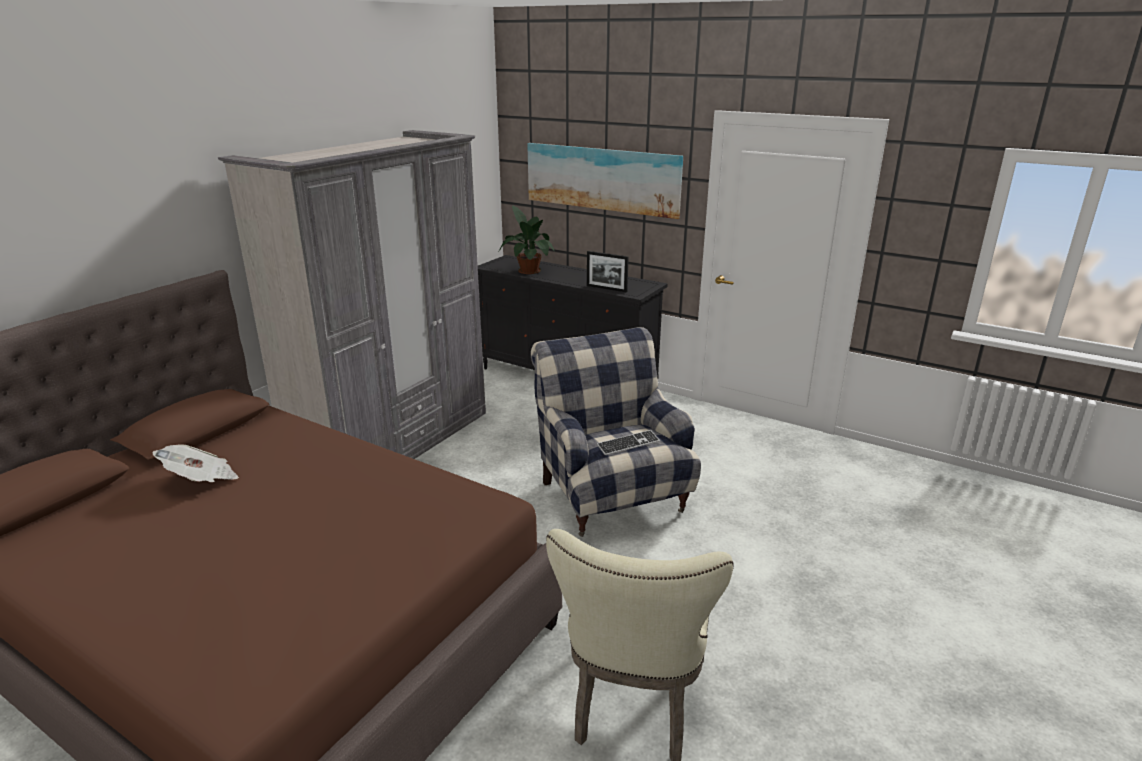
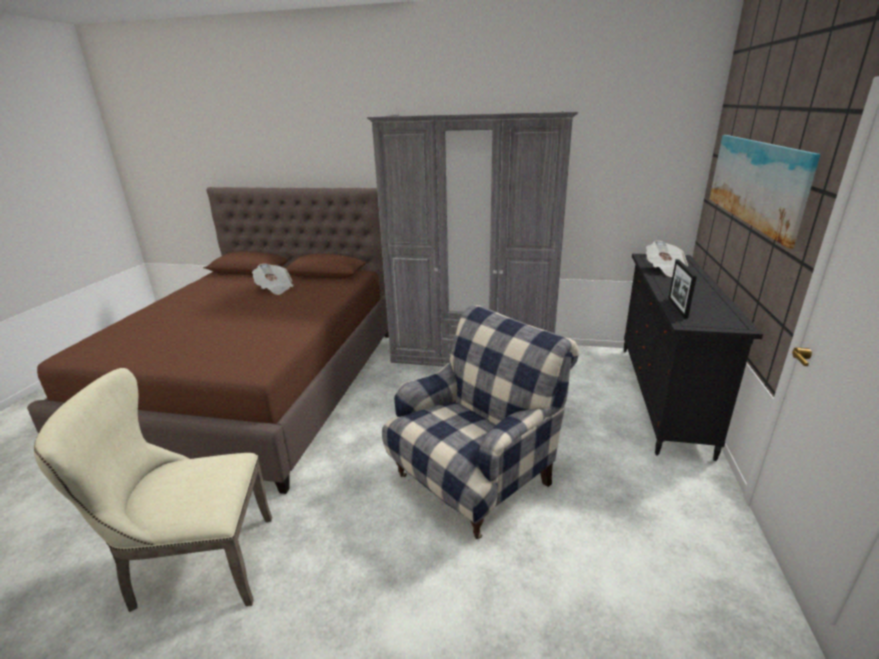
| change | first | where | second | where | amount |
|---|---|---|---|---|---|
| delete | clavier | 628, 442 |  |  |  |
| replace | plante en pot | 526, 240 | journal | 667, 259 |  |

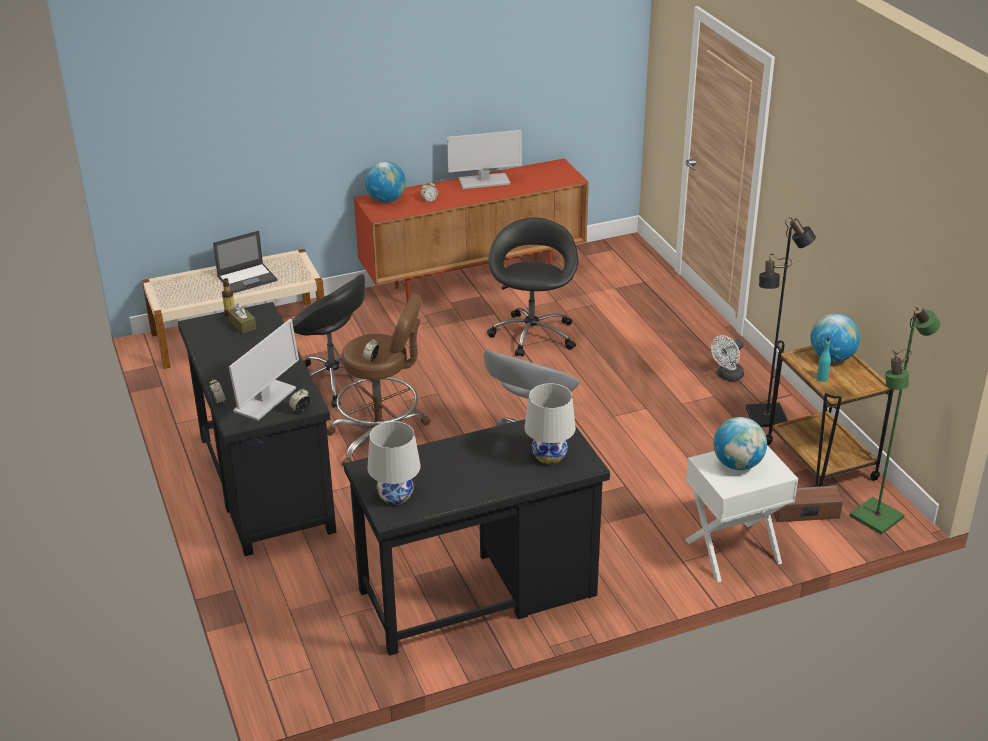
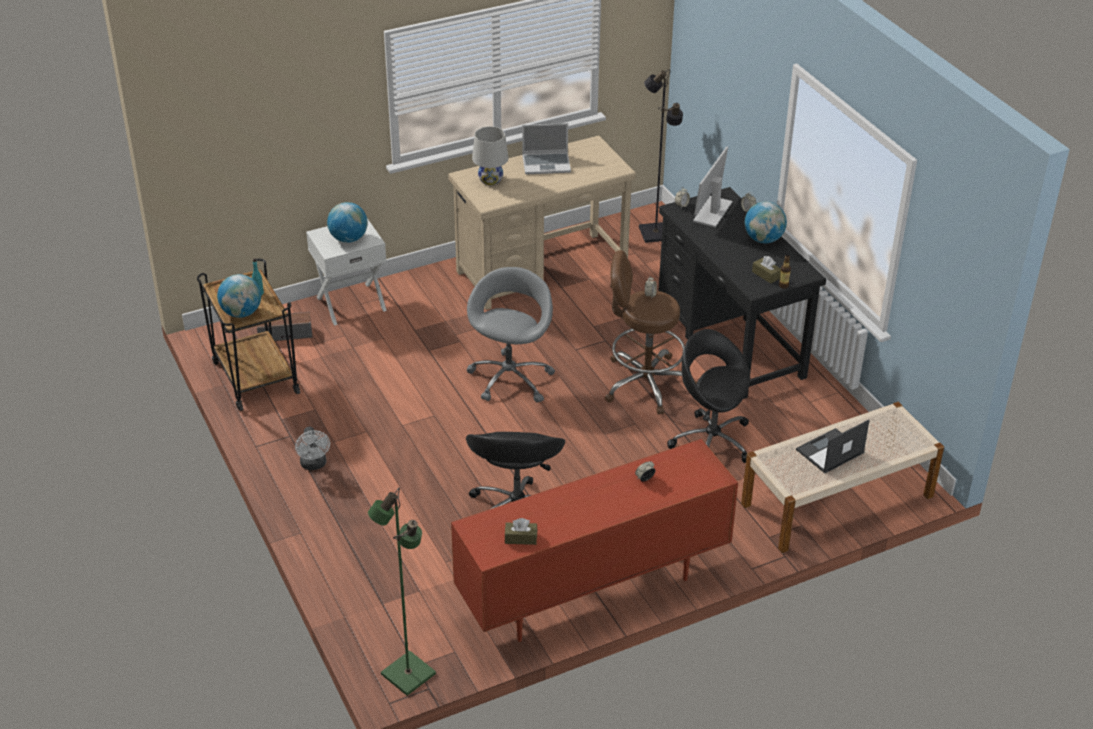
| change | first | where | second | where | amount |
|---|---|---|---|---|---|
| delete | lampe de table (blanc) | 394, 463 |  |  |  |
| delete | écran d'ordinateur | 484, 159 |  |  |  |
| insert |  |  | boîte à mouchoirs (marron) | 521, 531 |  |
| insert |  |  | ordinateur portable | 546, 148 |  |
| move | globe | 385, 182 |  | 766, 222 |  |
| move | lampadaire (noir) | 781, 322 |  | 661, 156 |  |
| move | lampadaire (vert) | 895, 420 |  | 402, 592 |  |
| recolor | bureau (noir) | 477, 537 | bureau (beige) | 542, 223 |  |
| rotate | ventilateur (blanc) | 727, 358 |  | 312, 448 | 120 degrees clockwise |

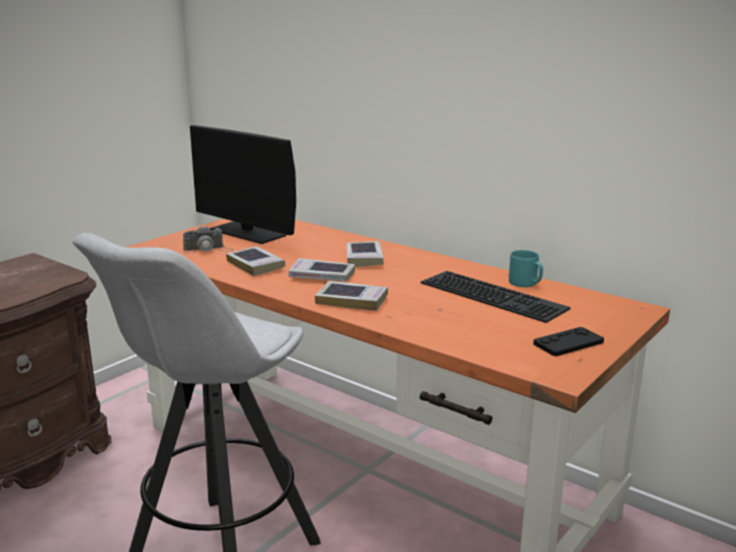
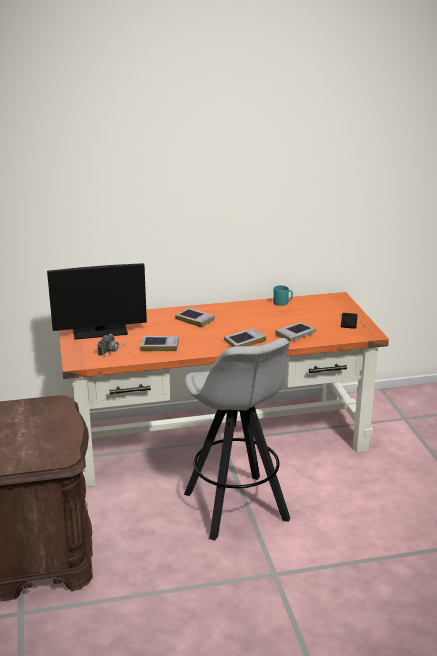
| change | first | where | second | where | amount |
|---|---|---|---|---|---|
| delete | clavier | 496, 297 |  |  |  |
| move | livre | 322, 270 |  | 295, 332 |  |

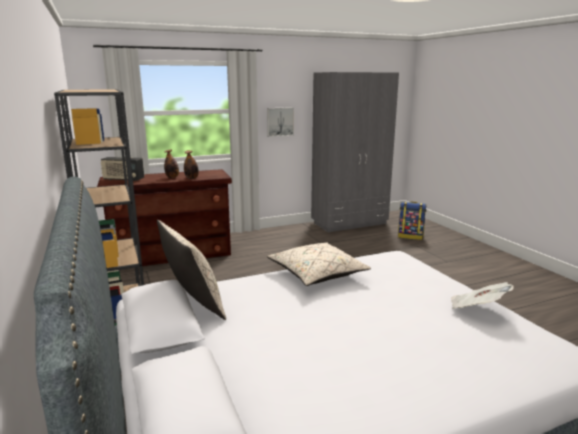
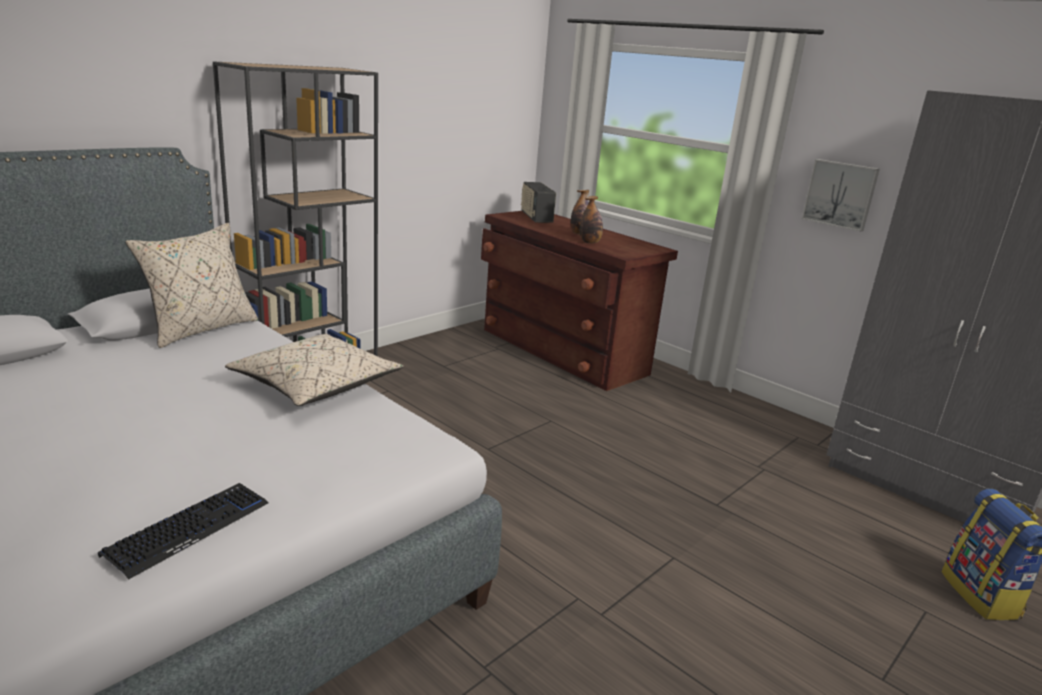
| change | first | where | second | where | amount |
|---|---|---|---|---|---|
| replace | journal | 482, 295 | clavier | 183, 531 |  |

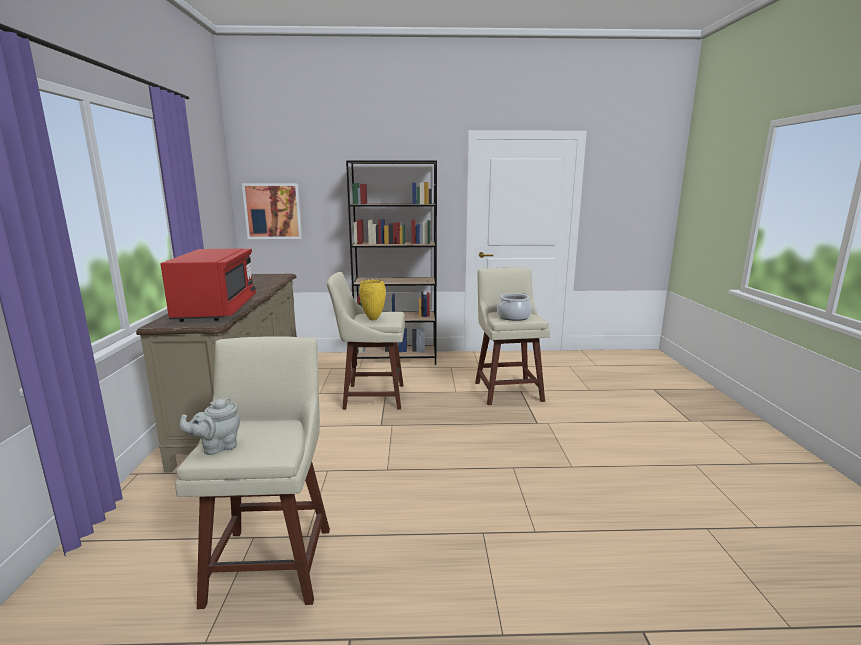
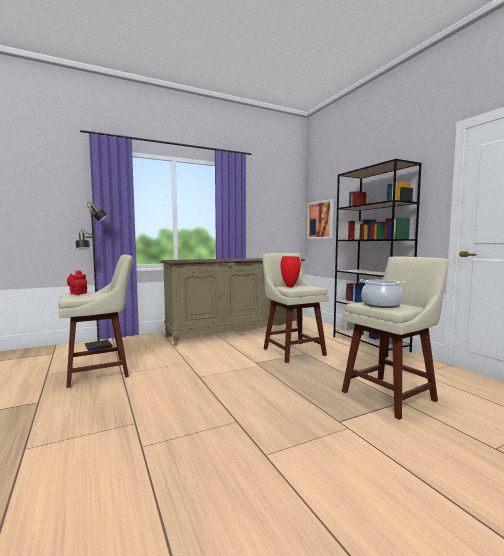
| change | first | where | second | where | amount |
|---|---|---|---|---|---|
| delete | micro-ondes (rouge) | 208, 285 |  |  |  |
| insert |  |  | lampadaire (noir) | 94, 276 |  |
| recolor | théière (gris) | 209, 426 | théière (rouge) | 77, 282 |  |
| recolor | vase (jaune) | 372, 300 | vase (rouge) | 290, 271 |  |

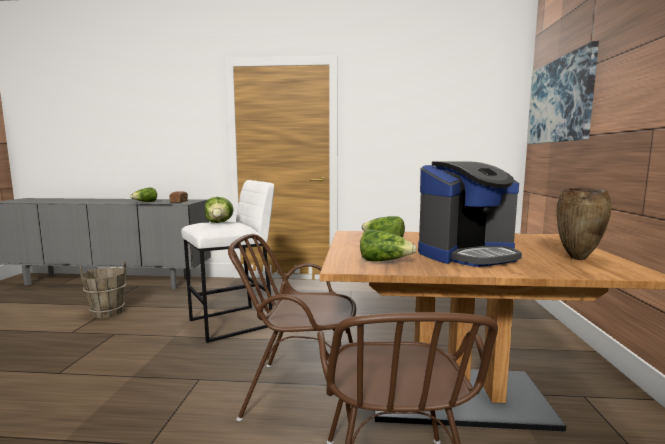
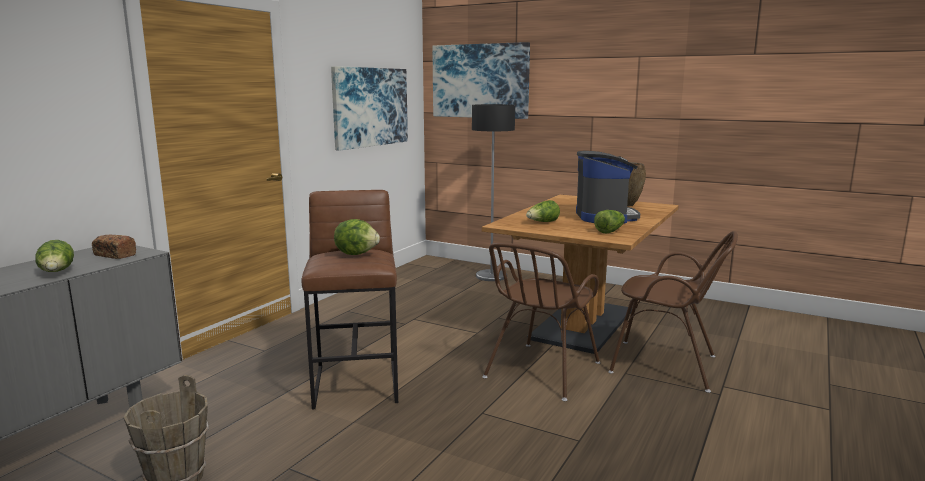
| change | first | where | second | where | amount |
|---|---|---|---|---|---|
| insert |  |  | tableau | 369, 108 |  |
| insert |  |  | lampadaire | 493, 192 |  |
| recolor | tabouret (blanc) | 227, 261 | tabouret (marron) | 349, 300 |  |

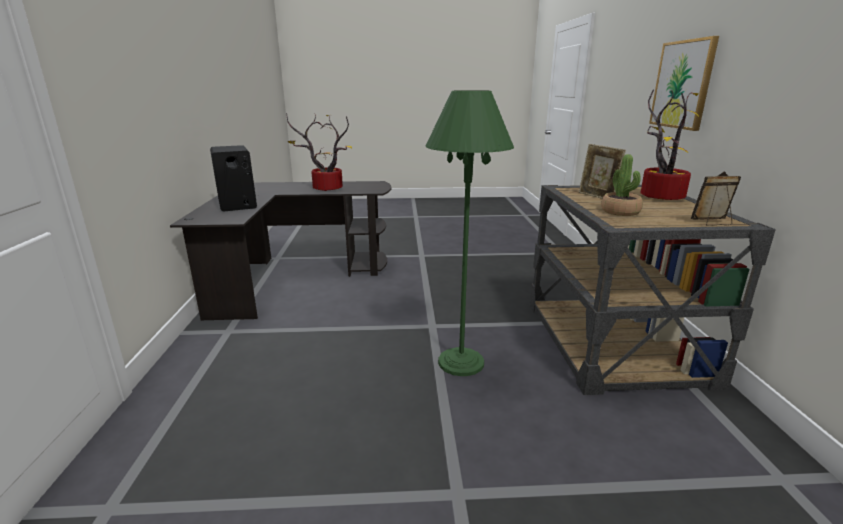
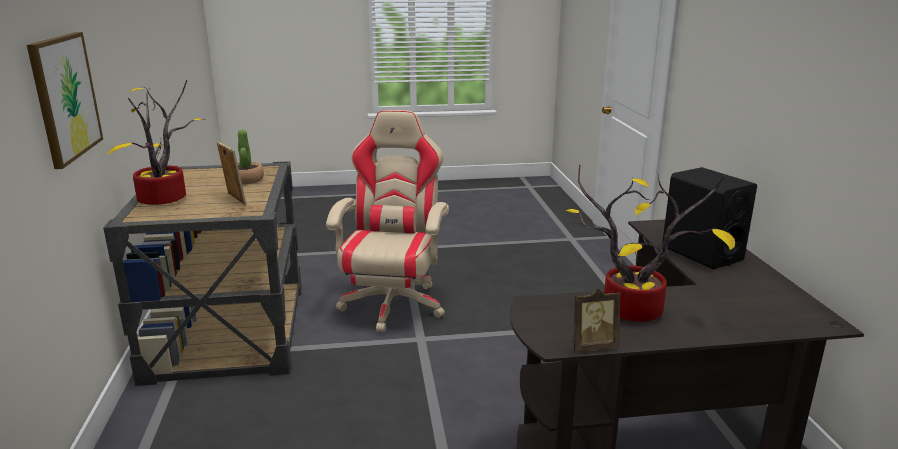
| change | first | where | second | where | amount |
|---|---|---|---|---|---|
| move | cadre photo | 716, 198 |  | 596, 320 |  |
| replace | lampadaire (vert) | 470, 233 | chaise de bureau (beige) | 387, 221 |  |

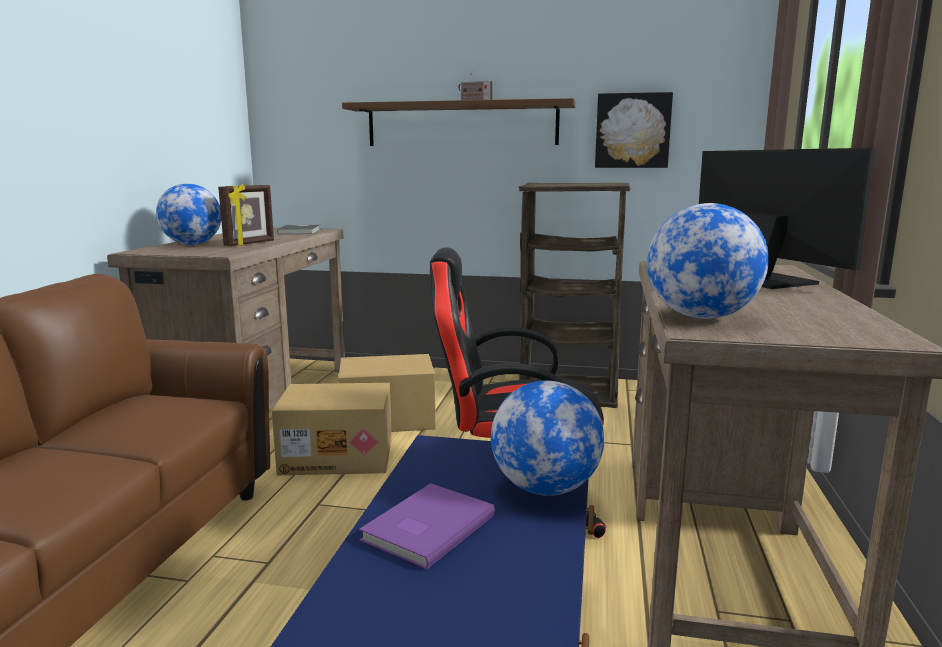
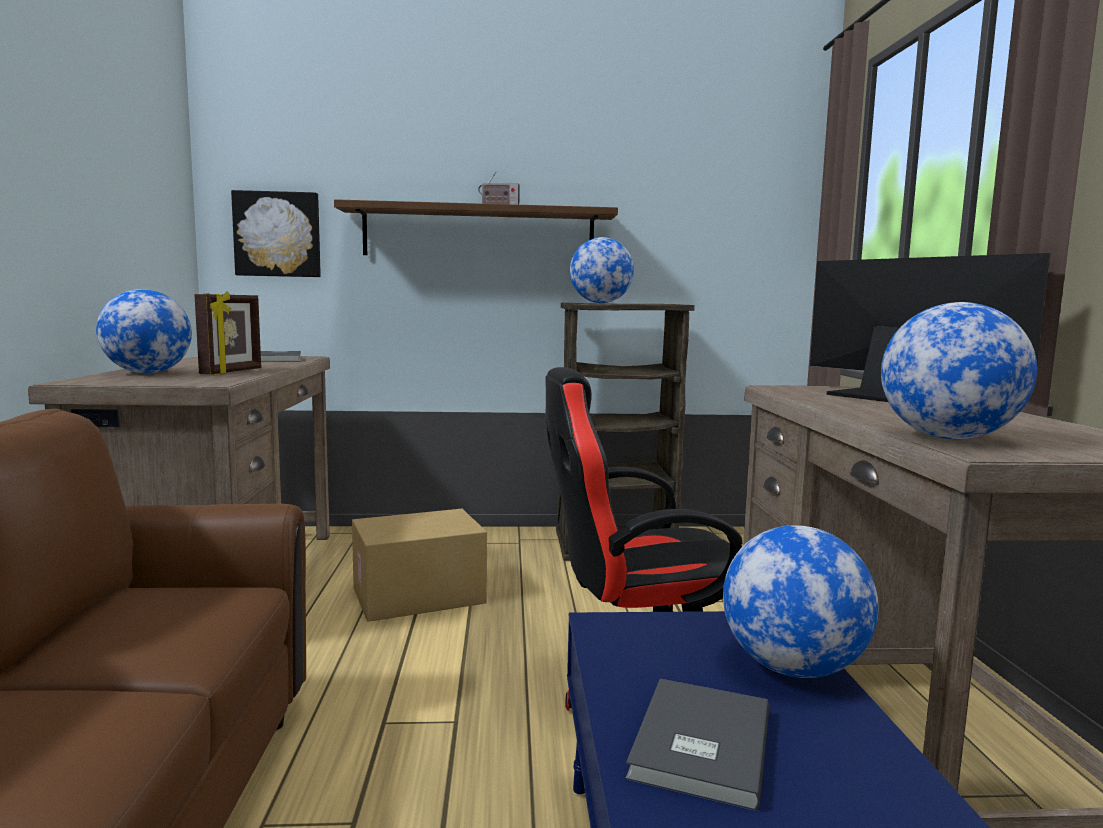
| change | first | where | second | where | amount |
|---|---|---|---|---|---|
| delete | carton | 332, 429 |  |  |  |
| insert |  |  | globe | 602, 270 |  |
| move | tableau | 634, 130 |  | 276, 233 |  |
| recolor | livre (violet) | 427, 526 | livre (gris) | 698, 745 |  |

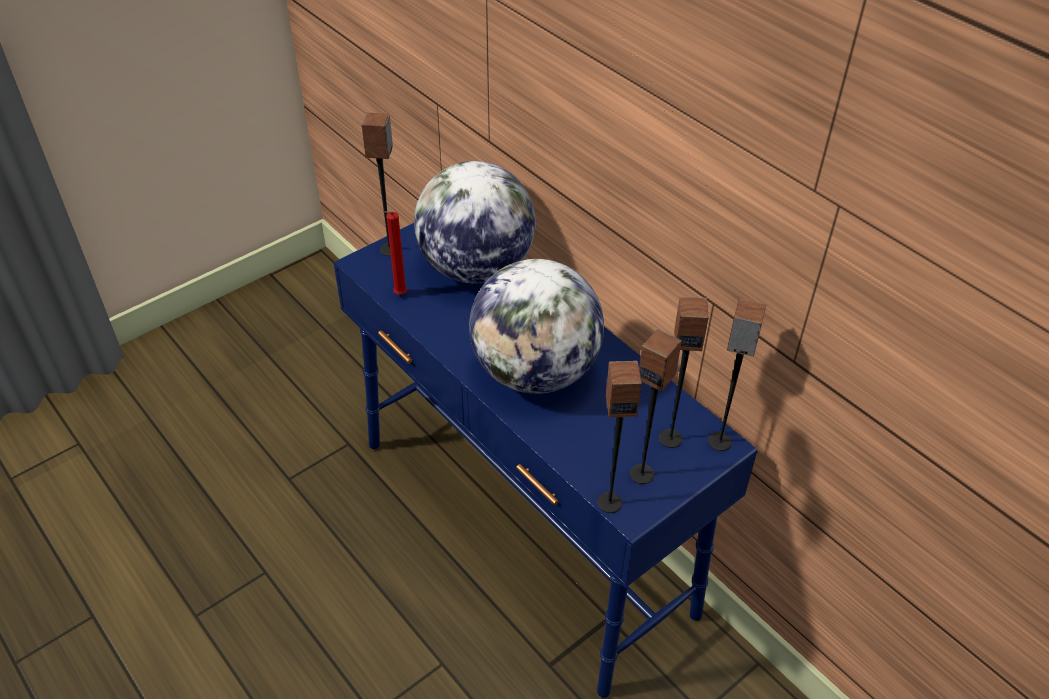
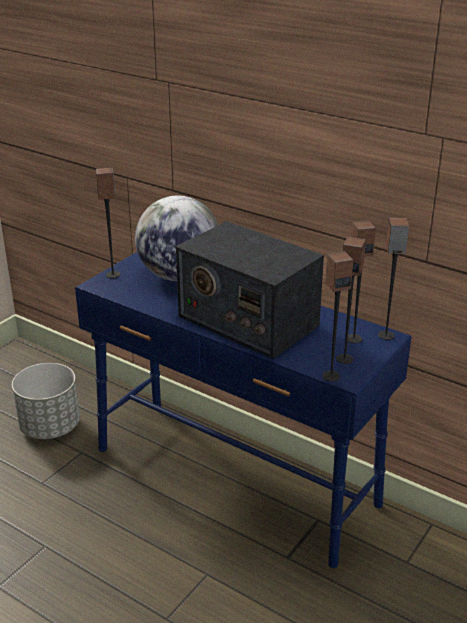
| change | first | where | second | where | amount |
|---|---|---|---|---|---|
| delete | bougie (rouge) | 395, 253 |  |  |  |
| insert |  |  | cache-pot (gris) | 46, 401 |  |
| replace | globe | 536, 326 | radio | 250, 290 |  |

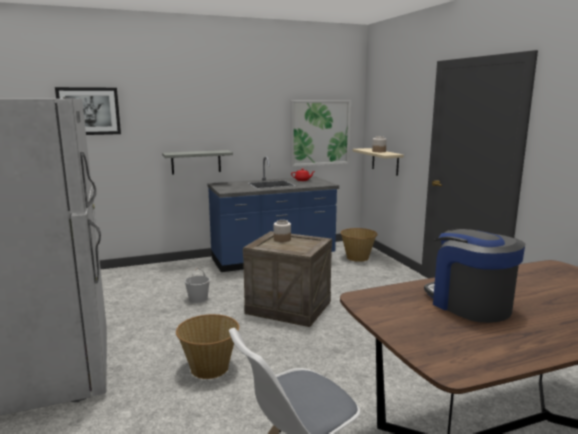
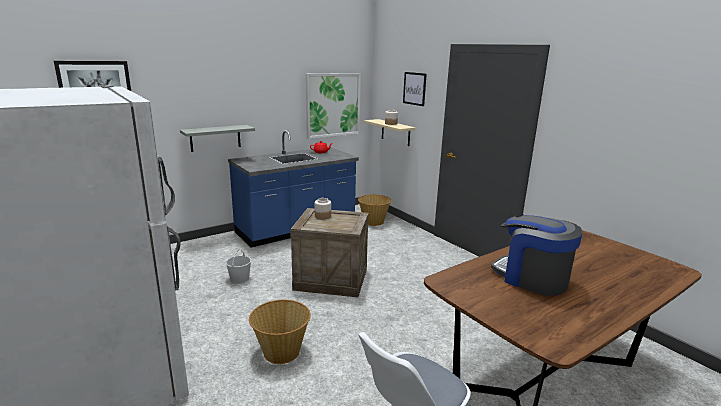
| change | first | where | second | where | amount |
|---|---|---|---|---|---|
| insert |  |  | tableau | 415, 89 |  |

